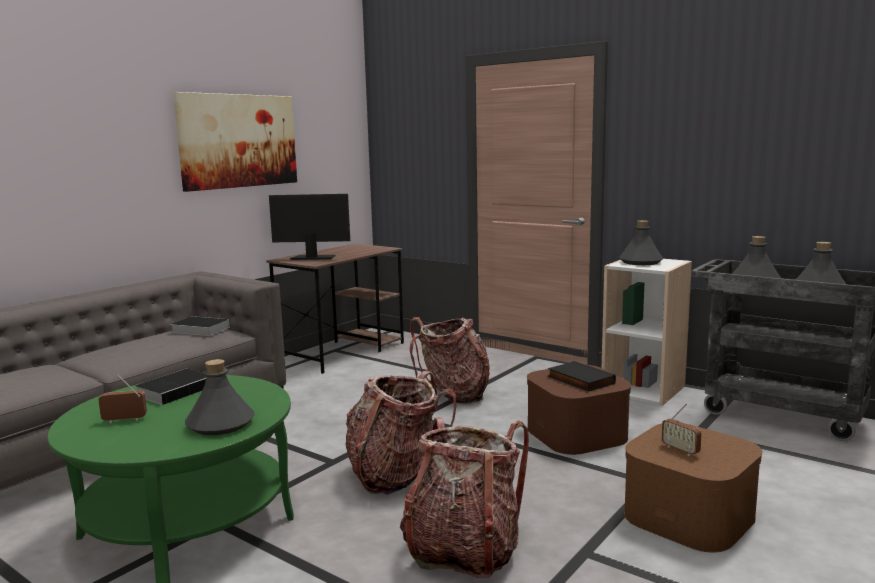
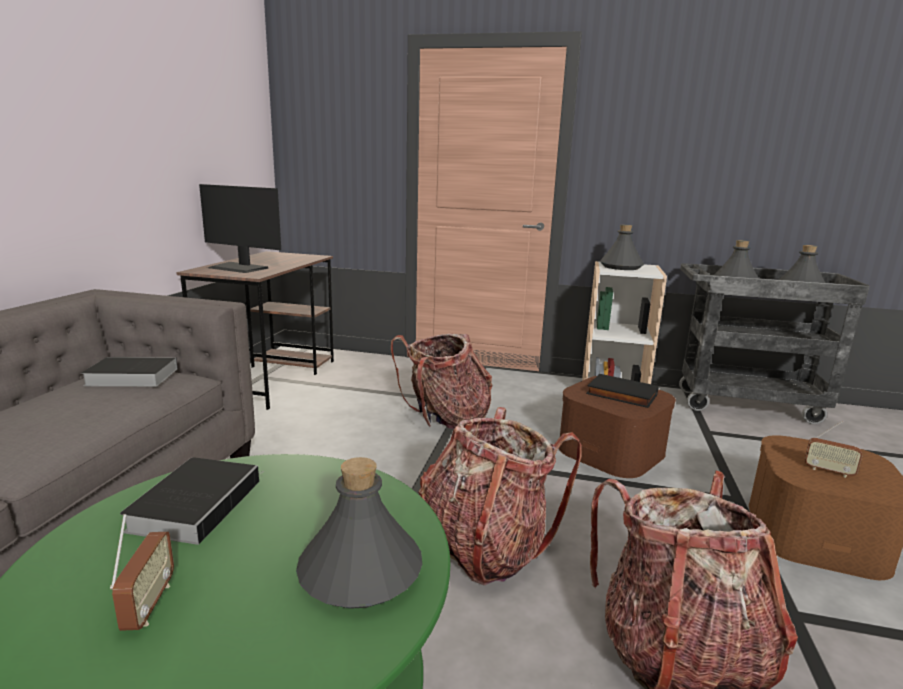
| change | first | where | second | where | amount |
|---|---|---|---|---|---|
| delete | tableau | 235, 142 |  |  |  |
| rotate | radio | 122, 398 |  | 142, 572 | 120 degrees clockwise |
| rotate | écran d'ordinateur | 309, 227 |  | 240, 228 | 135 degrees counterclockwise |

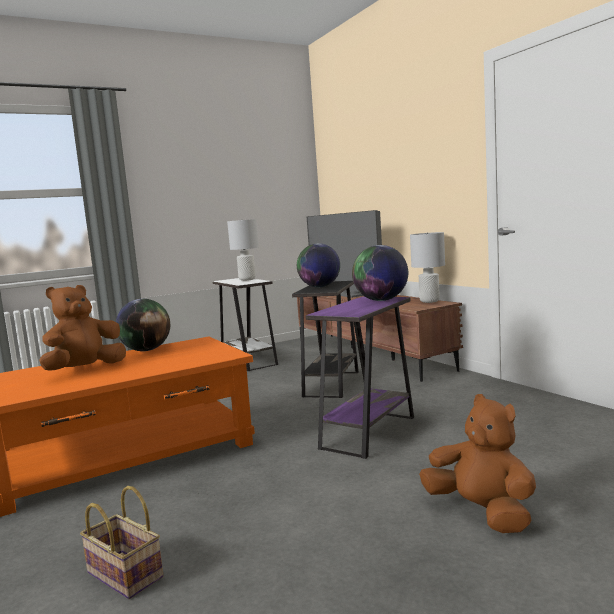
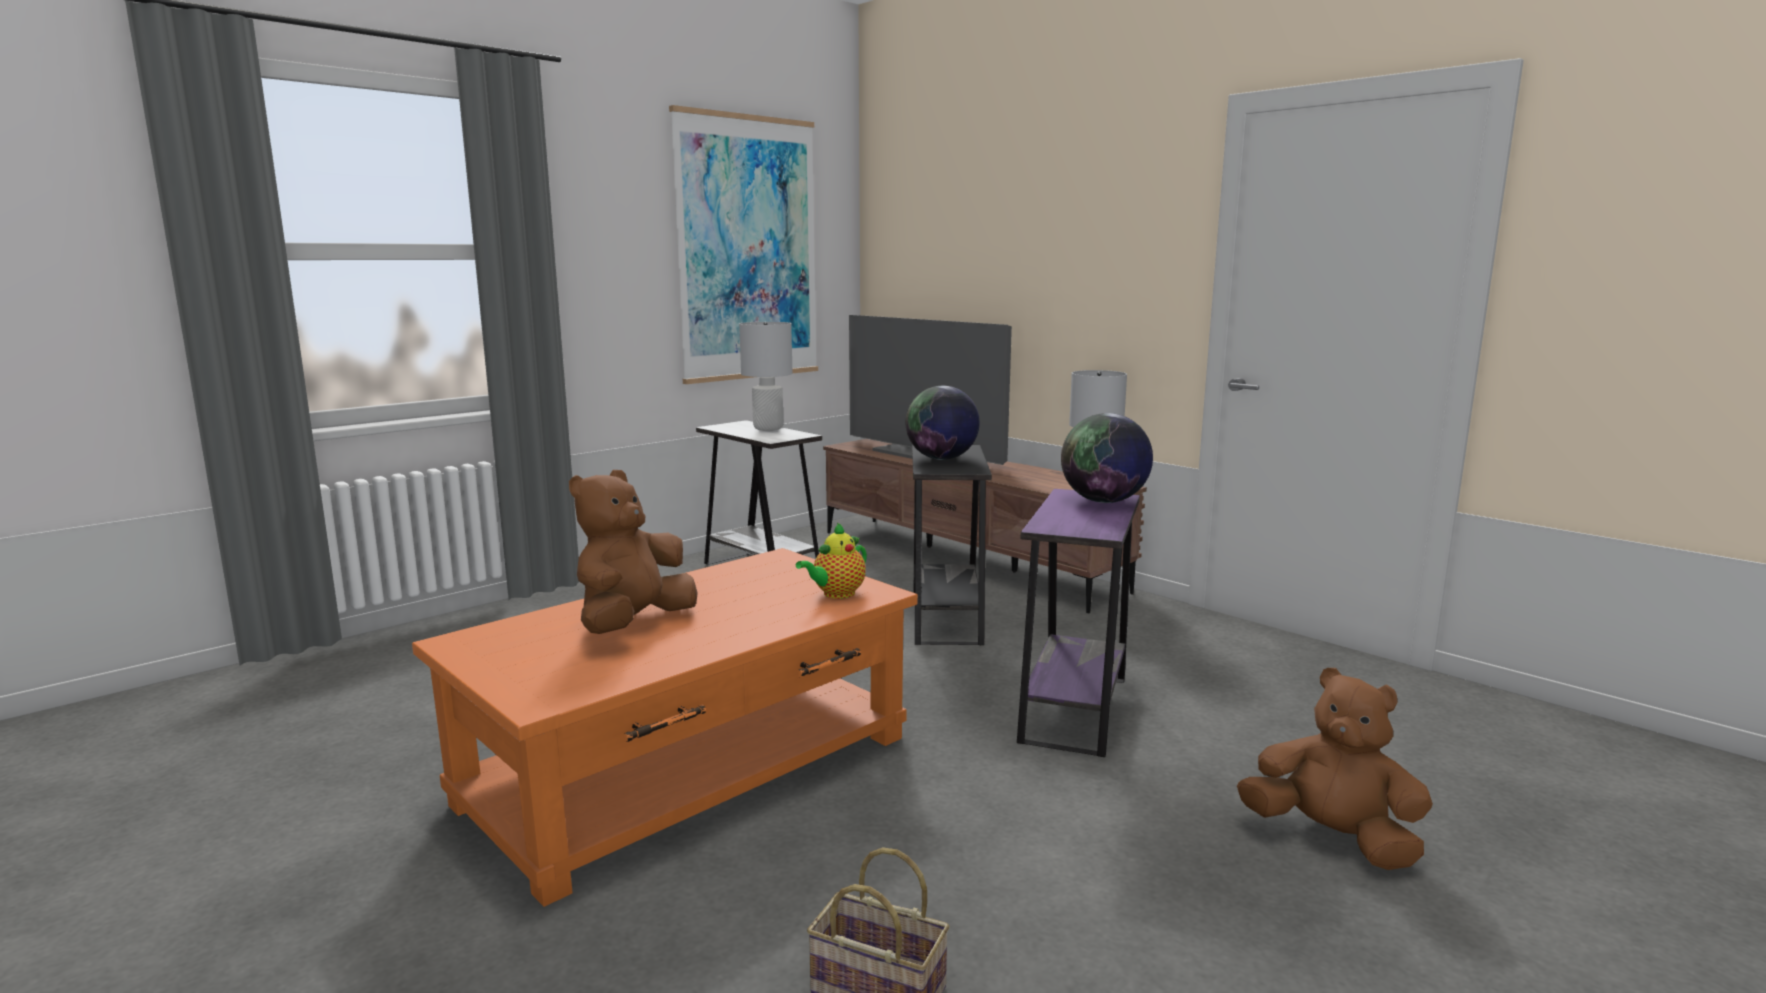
| change | first | where | second | where | amount |
|---|---|---|---|---|---|
| delete | globe | 143, 325 |  |  |  |
| insert |  |  | tableau | 743, 244 |  |
| insert |  |  | théière | 831, 560 |  |

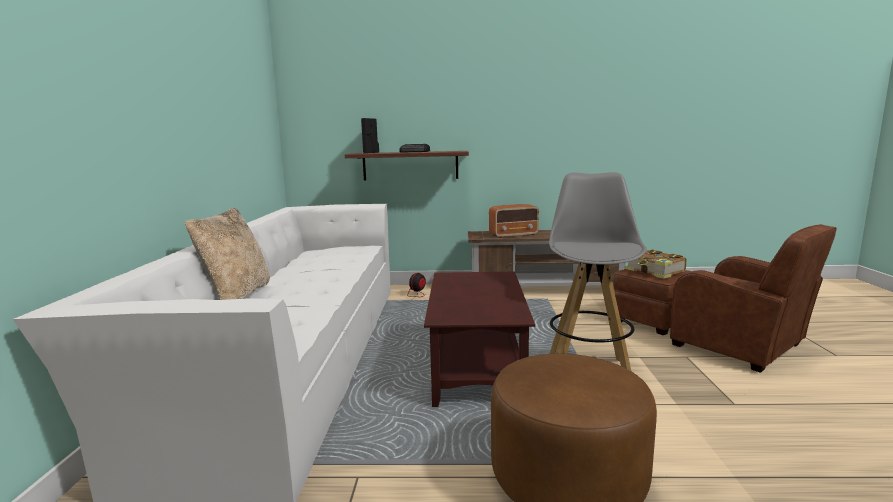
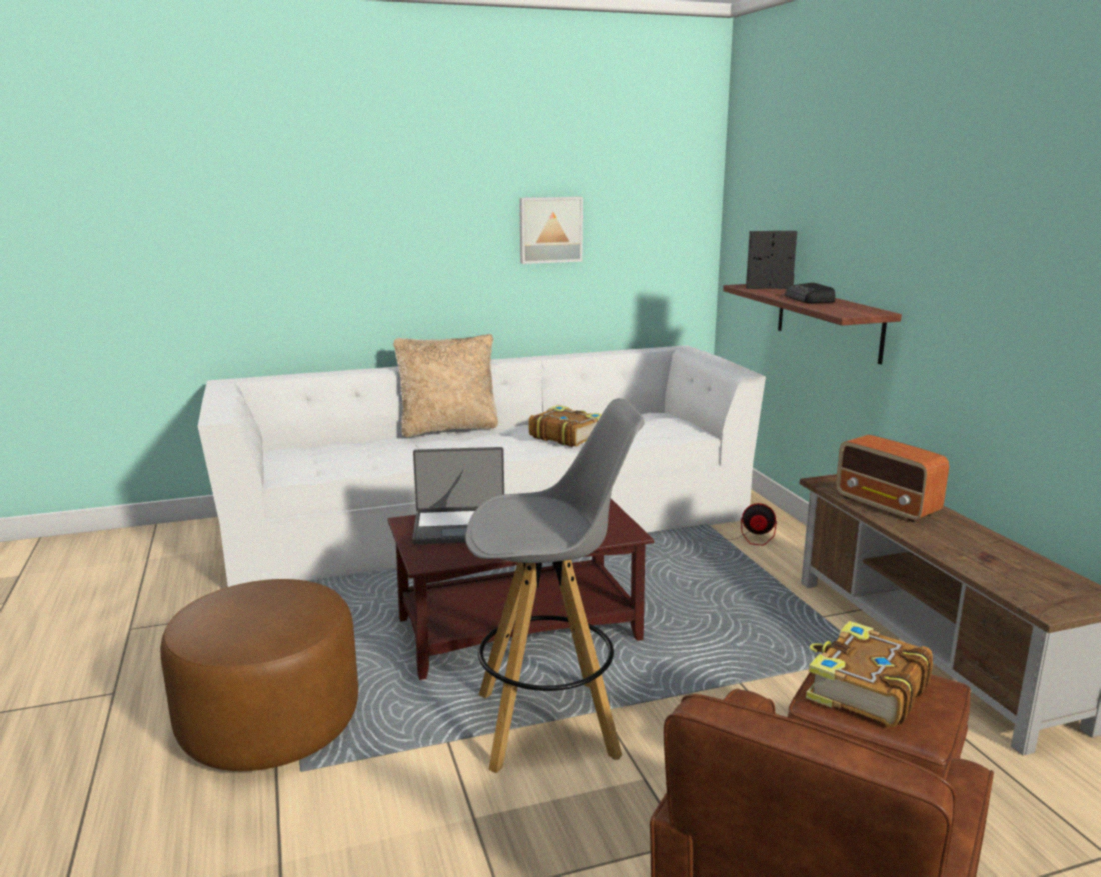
| change | first | where | second | where | amount |
|---|---|---|---|---|---|
| insert |  |  | ordinateur portable | 458, 495 |  |
| insert |  |  | tableau | 551, 230 |  |
| insert |  |  | livre | 565, 426 |  |

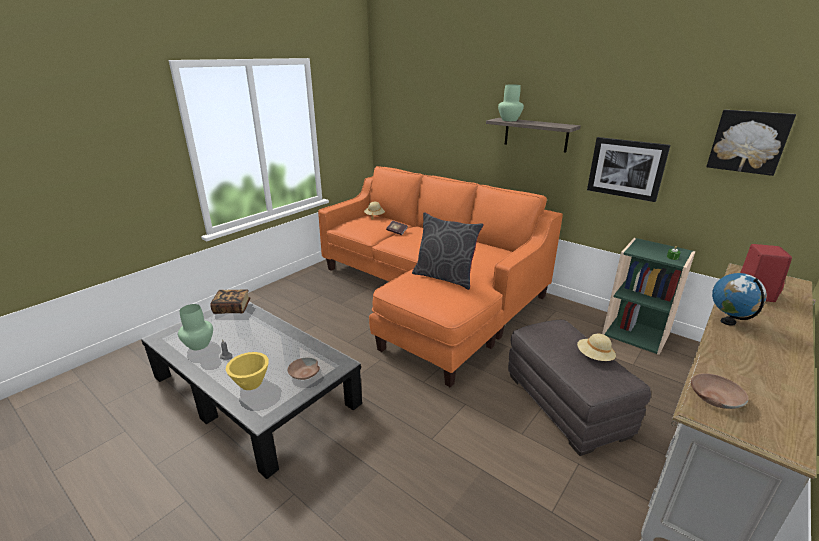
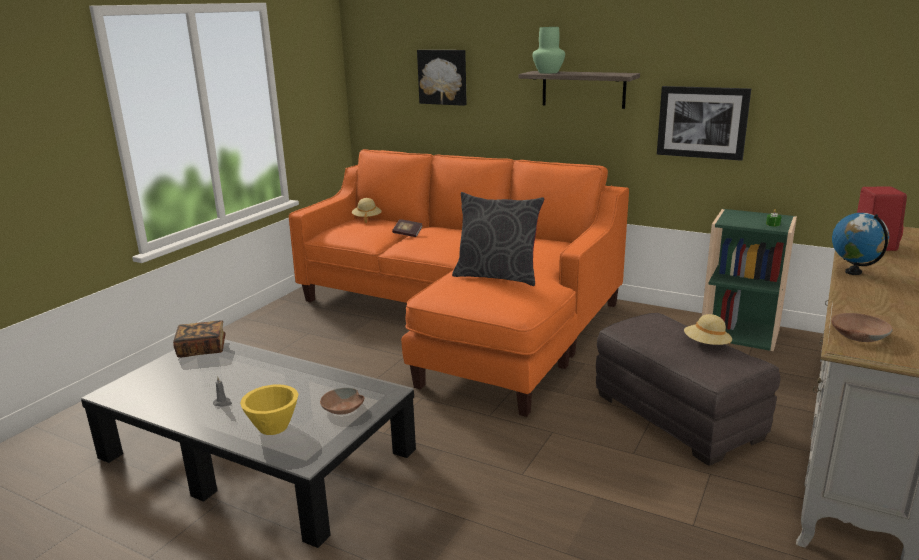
| change | first | where | second | where | amount |
|---|---|---|---|---|---|
| delete | vase (vert) | 195, 327 |  |  |  |
| move | tableau | 751, 143 |  | 442, 78 |  |

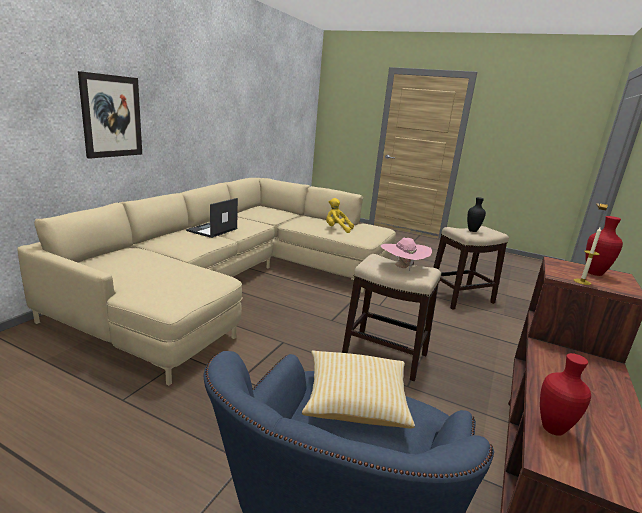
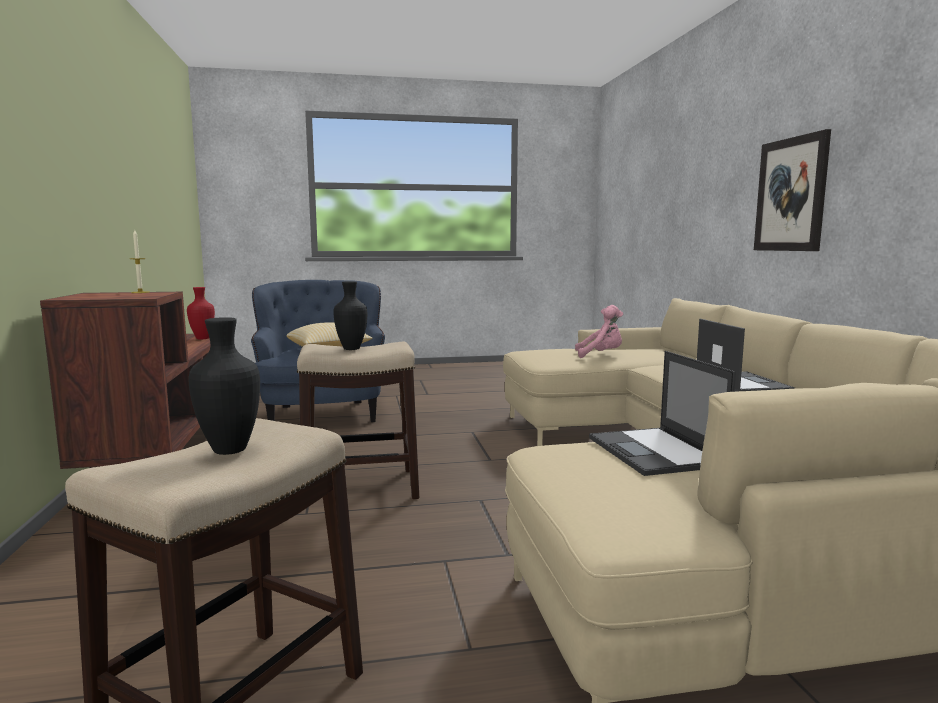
| change | first | where | second | where | amount |
|---|---|---|---|---|---|
| delete | vase (rouge) | 604, 246 |  |  |  |
| insert |  |  | peluche (rose) | 599, 331 |  |
| replace | peluche (jaune) | 340, 215 | ordinateur portable | 662, 413 |  |
| replace | chapeau (rose) | 406, 254 | vase (noir) | 350, 315 |  |

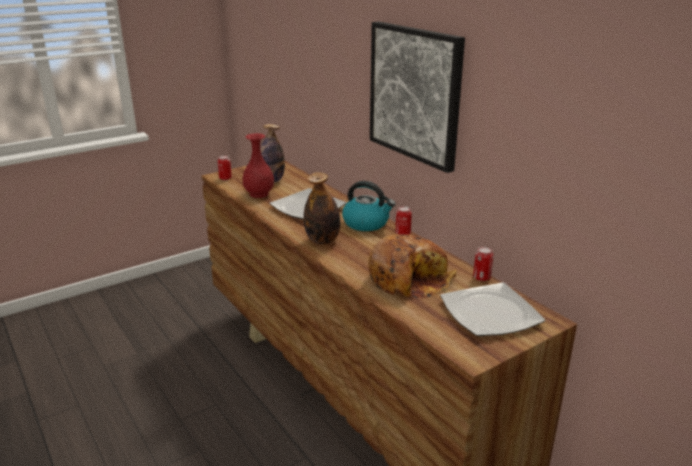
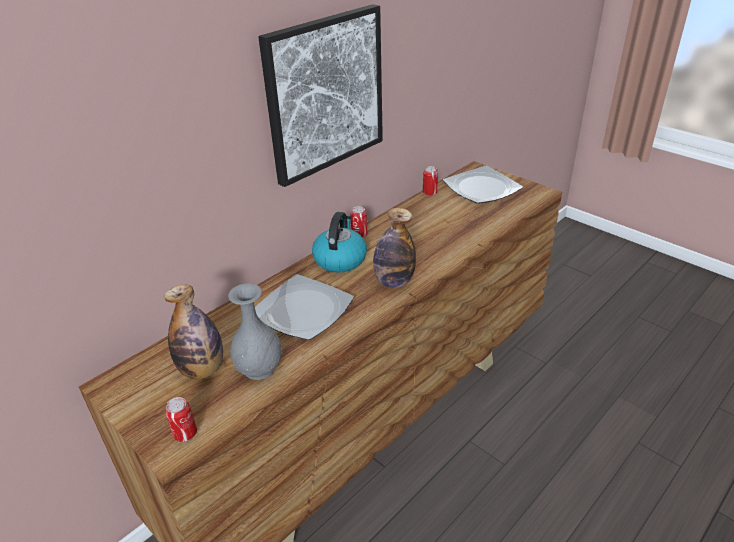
| change | first | where | second | where | amount |
|---|---|---|---|---|---|
| delete | pain | 413, 266 |  |  |  |
| recolor | vase (rouge) | 258, 165 | vase (gris) | 255, 331 |  |

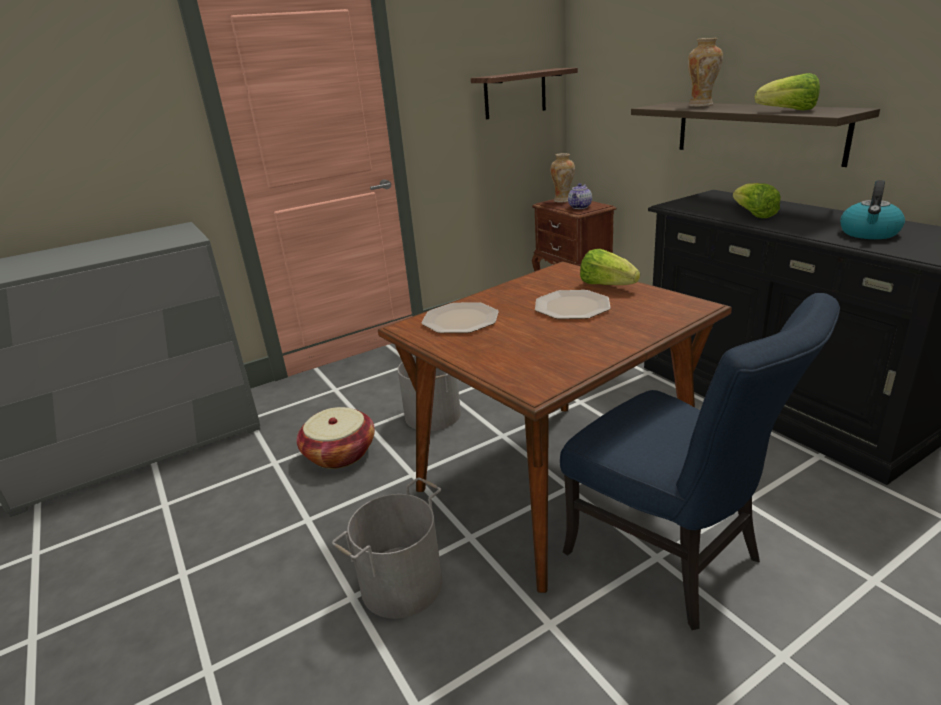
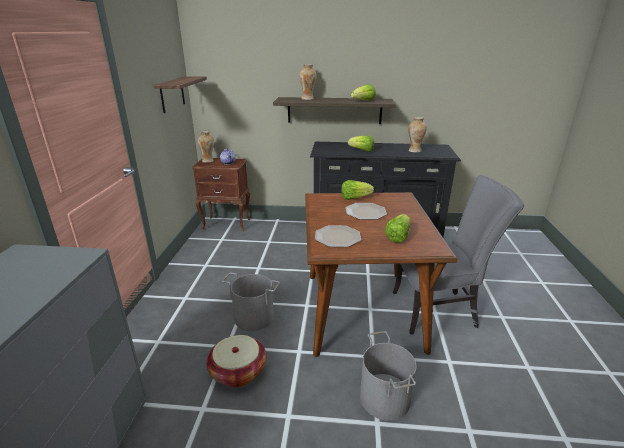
| change | first | where | second | where | amount |
|---|---|---|---|---|---|
| insert |  |  | laitue | 397, 228 |  |
| replace | bouilloire | 872, 209 | vase | 417, 135 |  |
| recolor | chaise (bleu) | 700, 461 | chaise (gris) | 459, 255 |  |

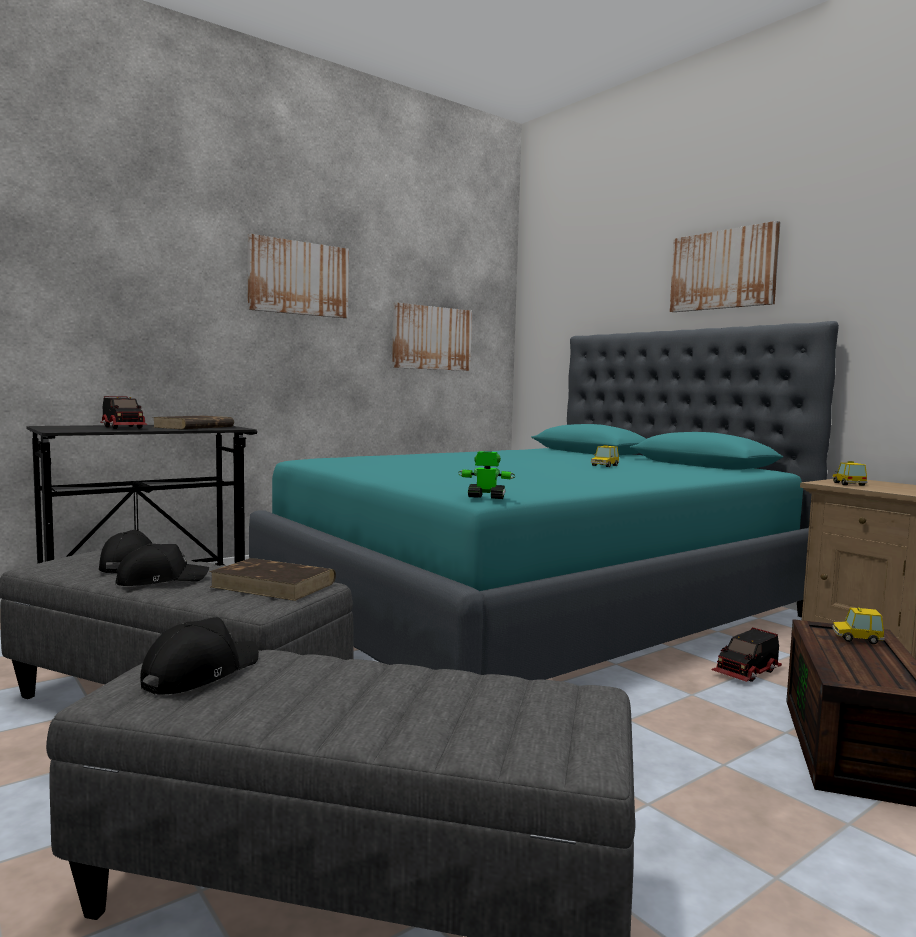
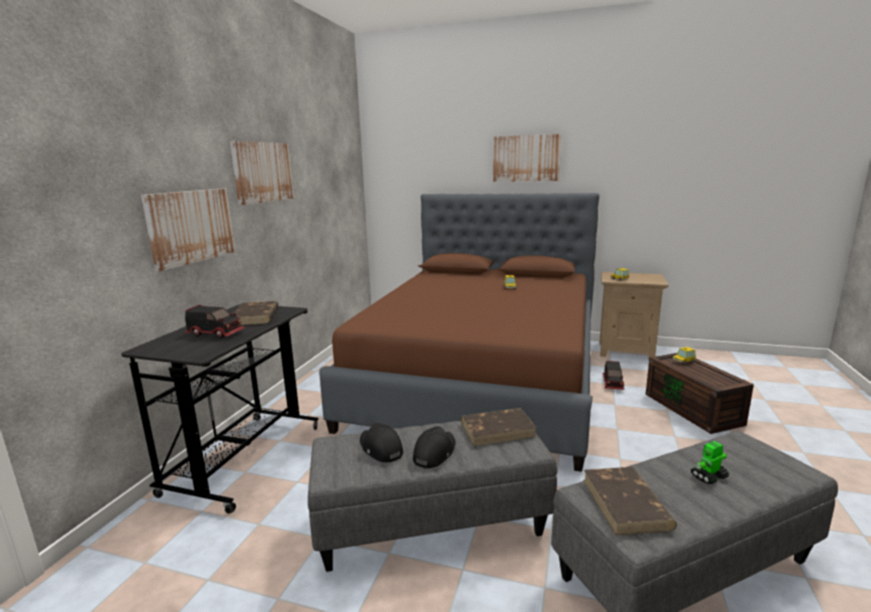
| change | first | where | second | where | amount |
|---|---|---|---|---|---|
| move | tableau | 432, 337 |  | 188, 229 |  |
| move | robot jouet | 486, 475 |  | 710, 462 |  |
| replace | casquette (noir) | 199, 656 | livre (marron) | 630, 501 |  |
| recolor | lit (turquoise) | 544, 500 | lit (marron) | 459, 332 |  |

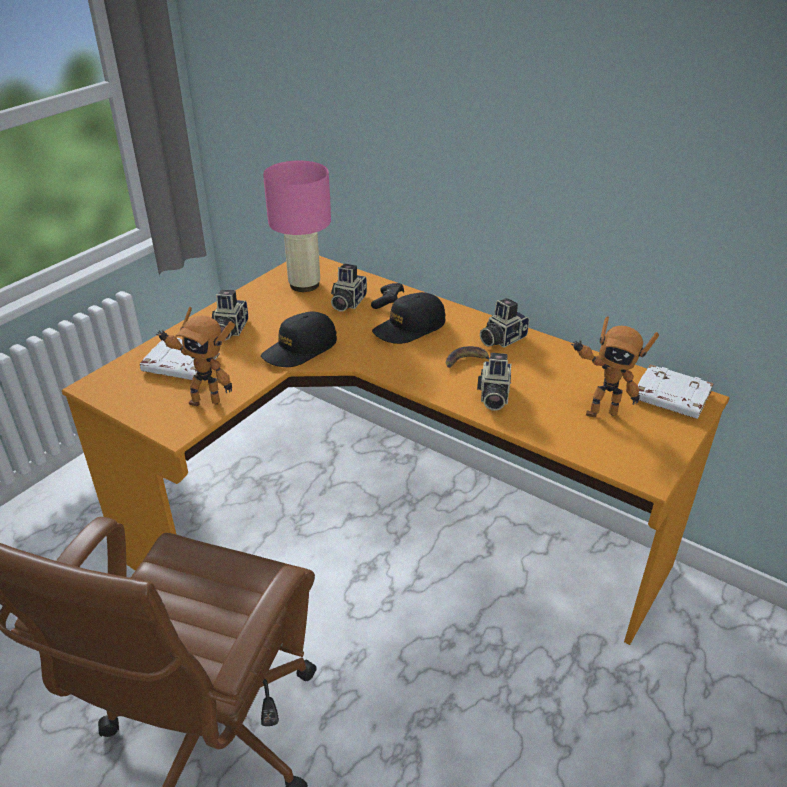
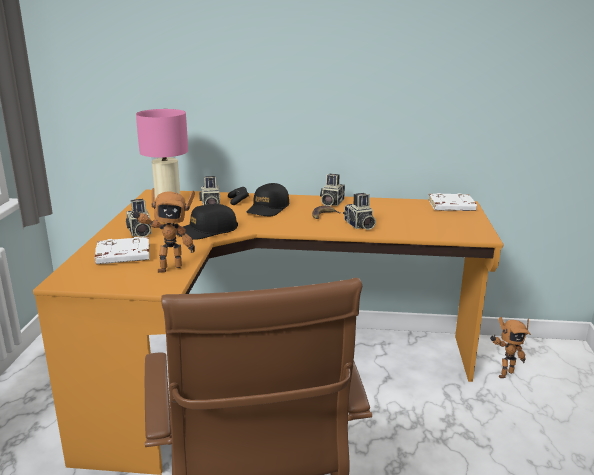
| change | first | where | second | where | amount |
|---|---|---|---|---|---|
| move | robot jouet | 615, 366 |  | 510, 347 |  |
| rotate | casquette (noir) | 299, 339 |  | 207, 222 | 45 degrees clockwise |

